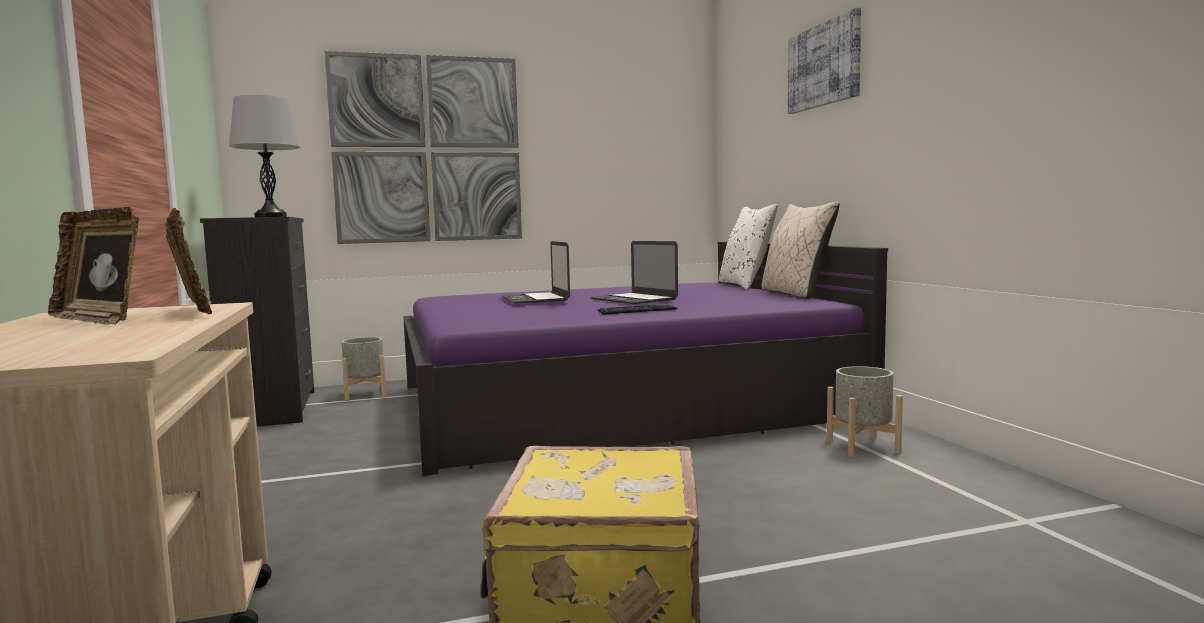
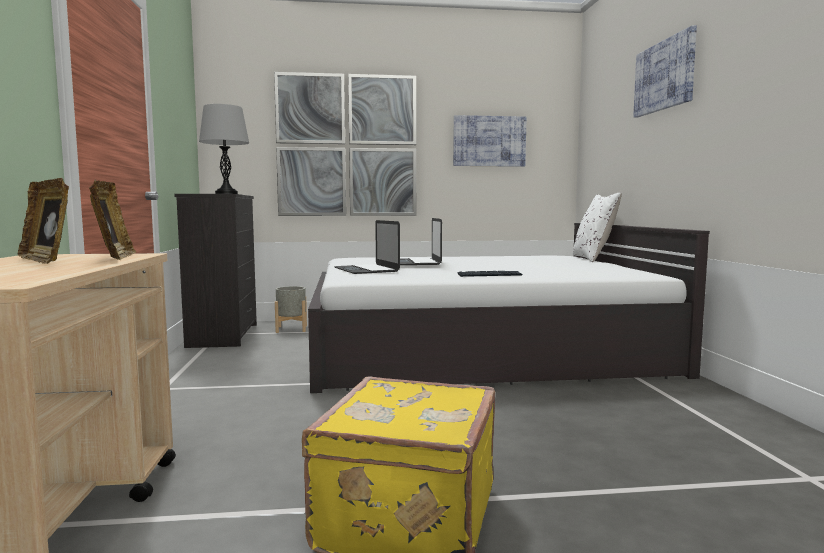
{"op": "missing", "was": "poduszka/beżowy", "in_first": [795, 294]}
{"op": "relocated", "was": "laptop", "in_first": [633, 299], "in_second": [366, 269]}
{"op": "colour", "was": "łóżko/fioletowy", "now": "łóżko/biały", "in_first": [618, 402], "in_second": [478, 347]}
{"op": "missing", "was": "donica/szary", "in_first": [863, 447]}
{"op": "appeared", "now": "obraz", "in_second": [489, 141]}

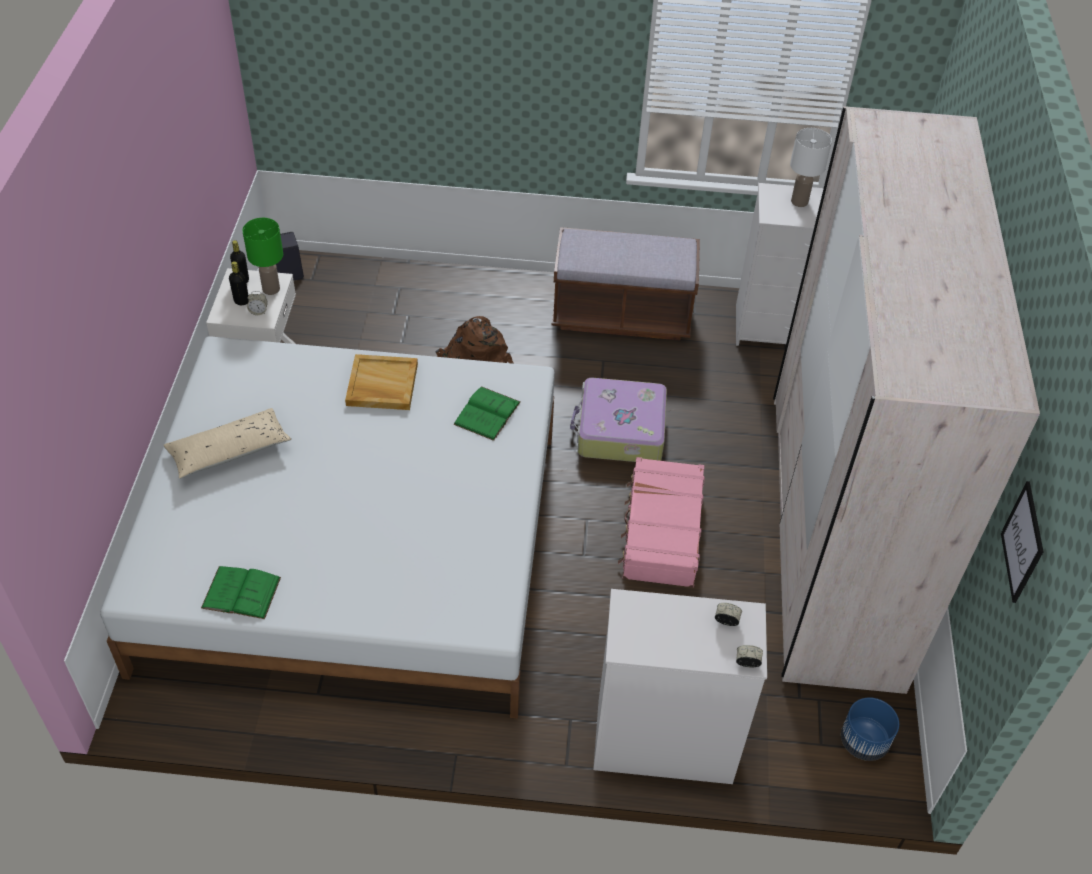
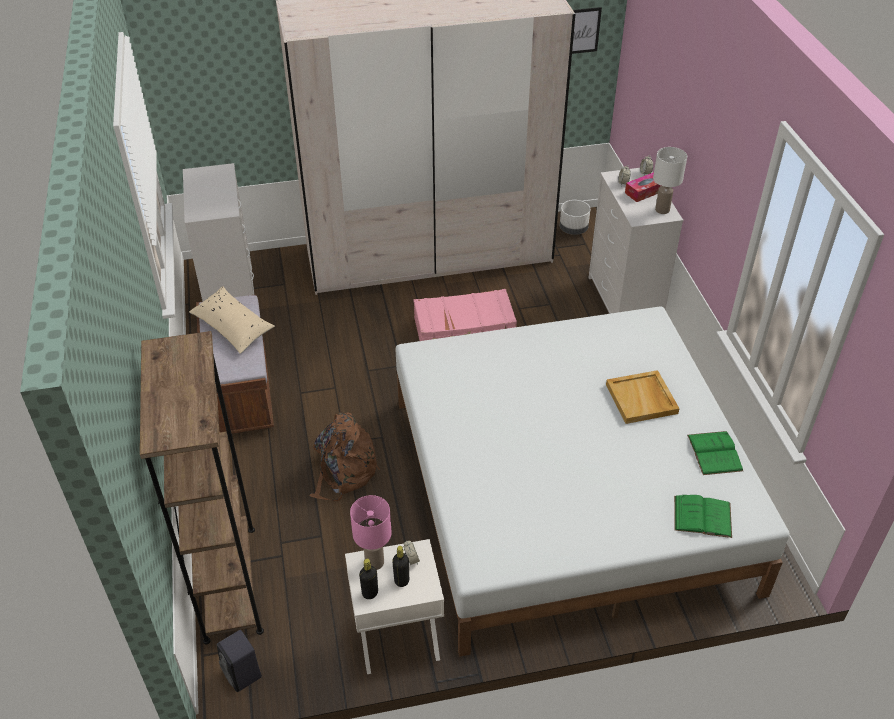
{"op": "relocated", "was": "lampa stołowa/biały", "in_first": [799, 201], "in_second": [662, 210]}
{"op": "colour", "was": "lampa stołowa/zielony", "now": "lampa stołowa/różowy", "in_first": [270, 289], "in_second": [374, 563]}
{"op": "relocated", "was": "taca/beżowy", "in_first": [381, 385], "in_second": [642, 399]}
{"op": "missing", "was": "walizka", "in_first": [619, 431]}
{"op": "relocated", "was": "książka/zielony", "in_first": [487, 413], "in_second": [702, 516]}
{"op": "relocated", "was": "poduszka/beżowy", "in_first": [229, 451], "in_second": [232, 327]}
{"op": "colour", "was": "donica/niebieski", "now": "donica/biały", "in_first": [864, 742], "in_second": [573, 229]}
{"op": "appeared", "now": "pudełko chusteczek", "in_second": [644, 192]}
{"op": "appeared", "now": "regał/brązowy", "in_second": [230, 583]}

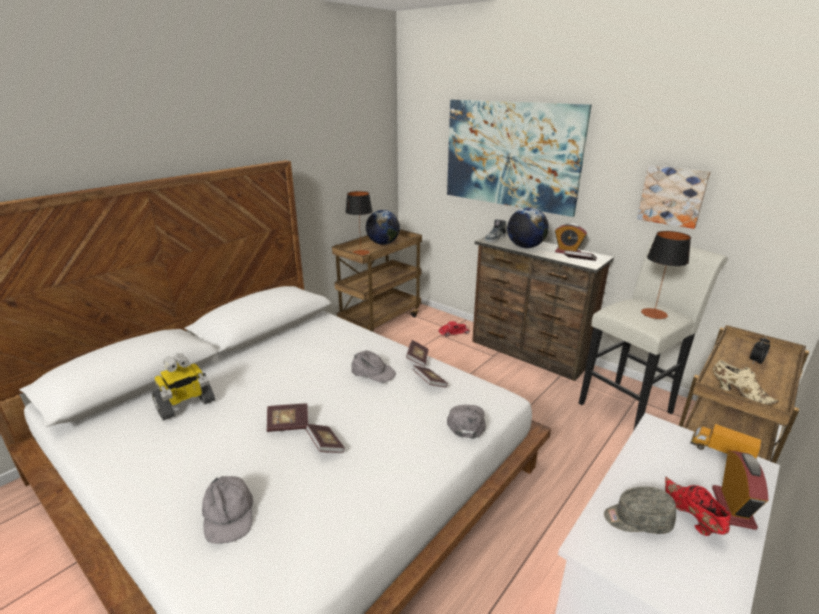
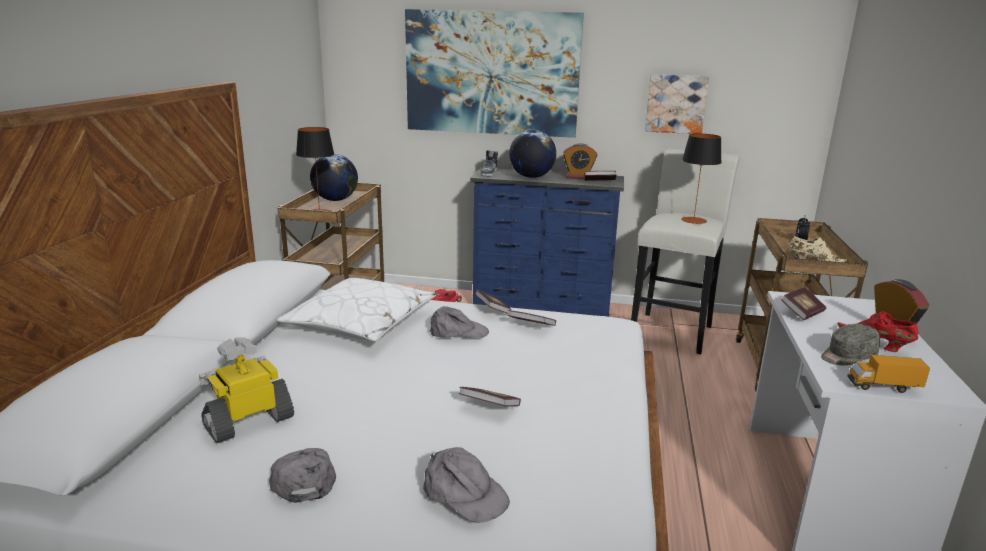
{"op": "colour", "was": "komoda/brązowy", "now": "komoda/niebieski", "in_first": [528, 353], "in_second": [542, 306]}
{"op": "spun", "was": "robot zabawkowy", "in_first": [185, 405], "in_second": [249, 421], "clockwise": -150}
{"op": "relocated", "was": "książka", "in_first": [288, 424], "in_second": [802, 313]}
{"op": "relocated", "was": "czapka z daszkiem/szary", "in_first": [466, 422], "in_second": [302, 477]}
{"op": "relocated", "was": "ciężarówka zabawkowa", "in_first": [720, 452], "in_second": [883, 387]}
{"op": "appeared", "now": "poduszka/biały", "in_second": [361, 323]}

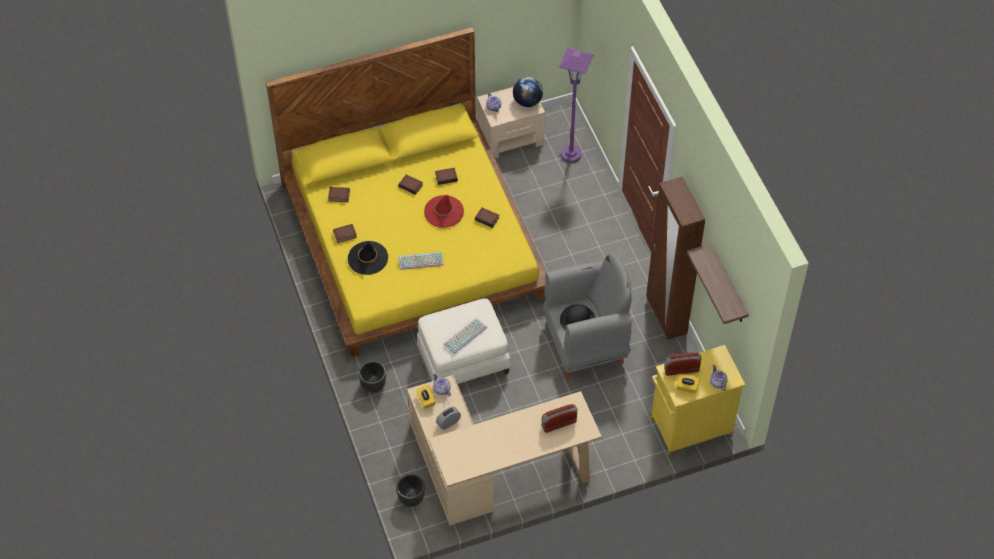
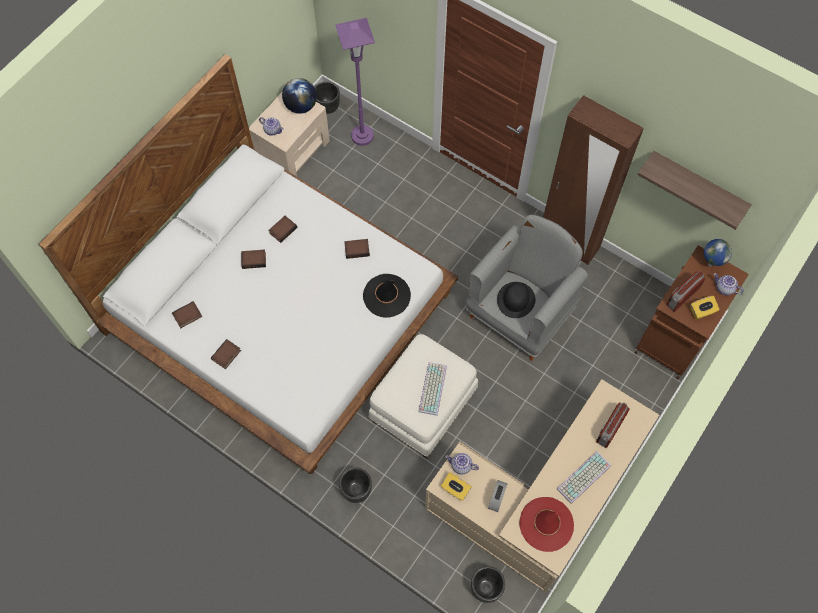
{"op": "colour", "was": "łóżko/żółty", "now": "łóżko/biały", "in_first": [413, 240], "in_second": [280, 311]}
{"op": "relocated", "was": "kapelusz/czerwony", "in_first": [444, 212], "in_second": [546, 524]}
{"op": "relocated", "was": "kapelusz/czarny", "in_first": [368, 258], "in_second": [386, 296]}
{"op": "relocated", "was": "klawiatura", "in_first": [420, 261], "in_second": [584, 478]}
{"op": "colour", "was": "szafka/żółty", "now": "szafka/brązowy", "in_first": [689, 427], "in_second": [673, 338]}
{"op": "appeared", "now": "donica/czarny", "in_second": [327, 107]}
{"op": "appeared", "now": "globus", "in_second": [710, 264]}

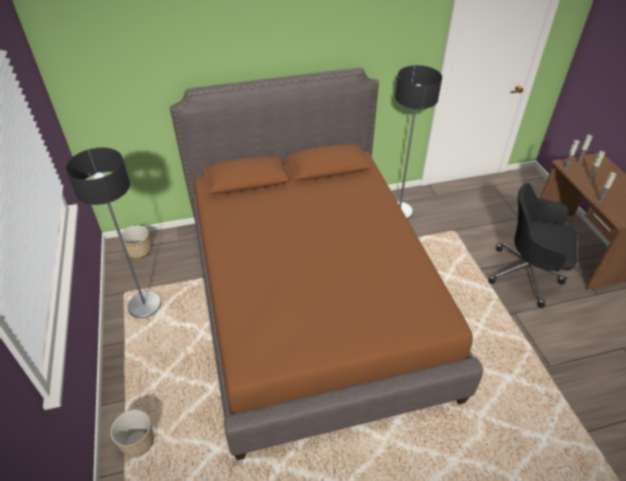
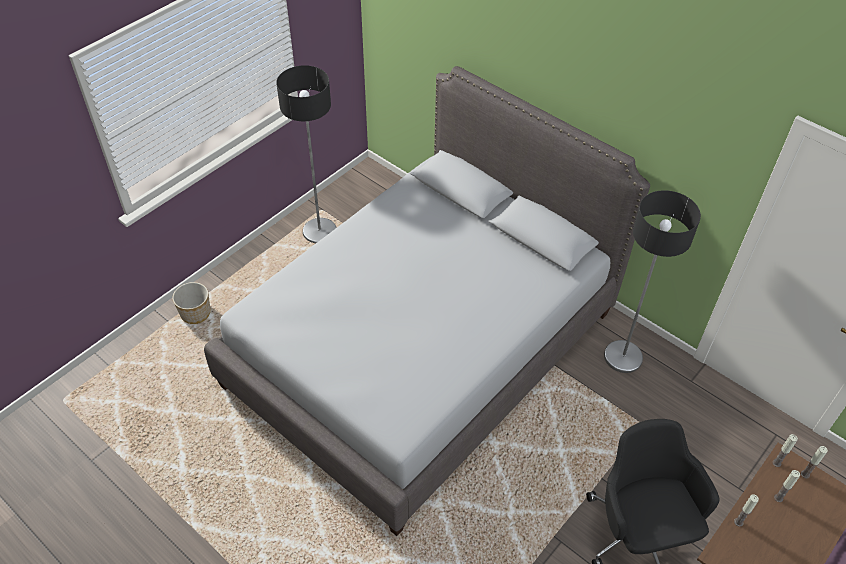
{"op": "colour", "was": "łóżko/brązowy", "now": "łóżko/szary", "in_first": [313, 302], "in_second": [422, 348]}
{"op": "missing", "was": "donica", "in_first": [139, 251]}

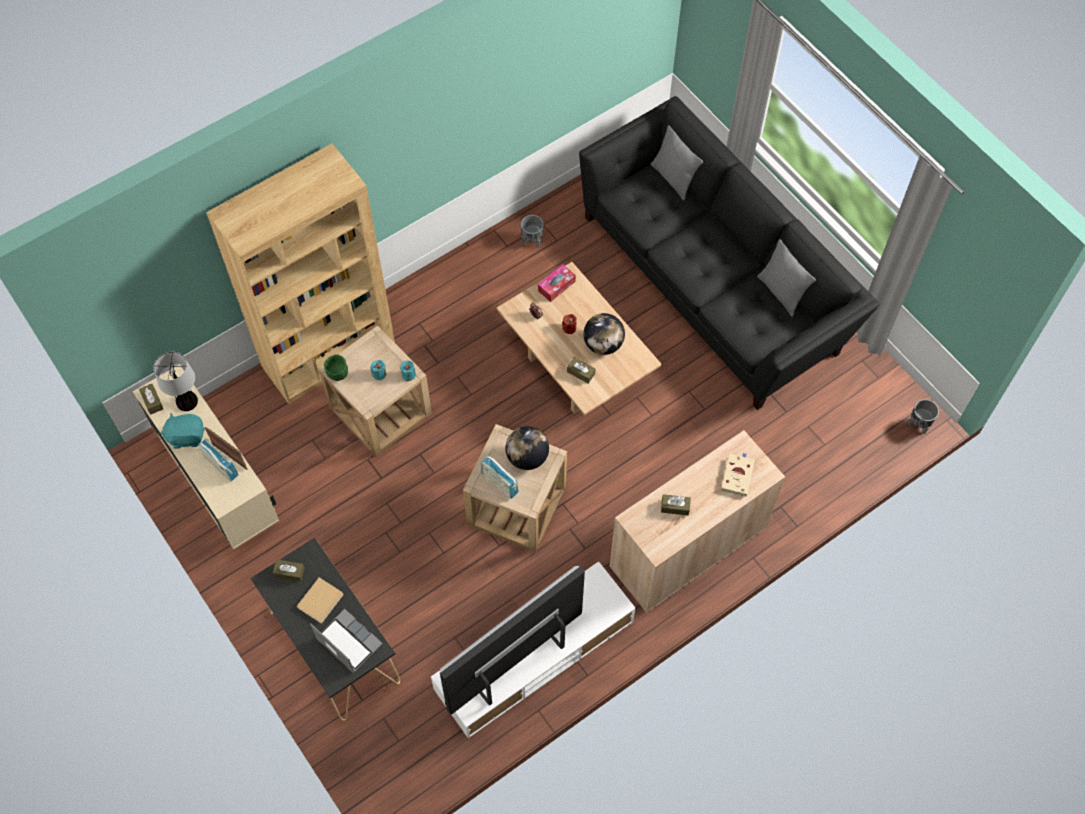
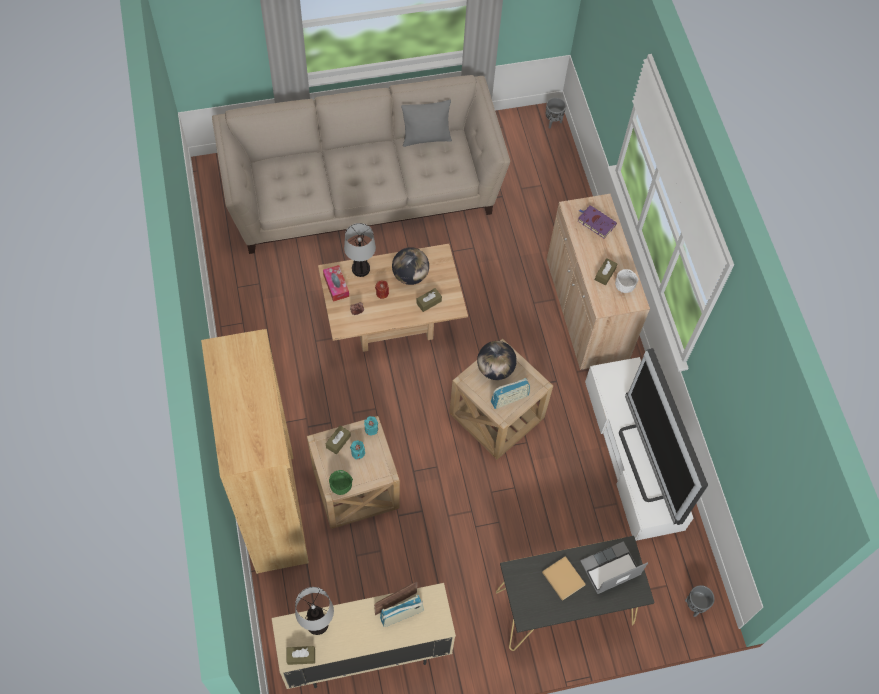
{"op": "colour", "was": "kanapa/czarny", "now": "kanapa/beżowy", "in_first": [714, 281], "in_second": [363, 190]}
{"op": "missing", "was": "poduszka/szary", "in_first": [673, 179]}
{"op": "relocated", "was": "donica/szary", "in_first": [532, 241], "in_second": [694, 605]}
{"op": "missing", "was": "pluszak/turkusowy", "in_first": [186, 436]}
{"op": "colour", "was": "książka/beżowy", "now": "książka/fioletowy", "in_first": [737, 475], "in_second": [595, 222]}
{"op": "relocated", "was": "pudełko chusteczek/brązowy", "in_first": [289, 572], "in_second": [338, 442]}
{"op": "appeared", "now": "lampa stołowa", "in_second": [361, 269]}
{"op": "appeared", "now": "miska/biały", "in_second": [623, 287]}

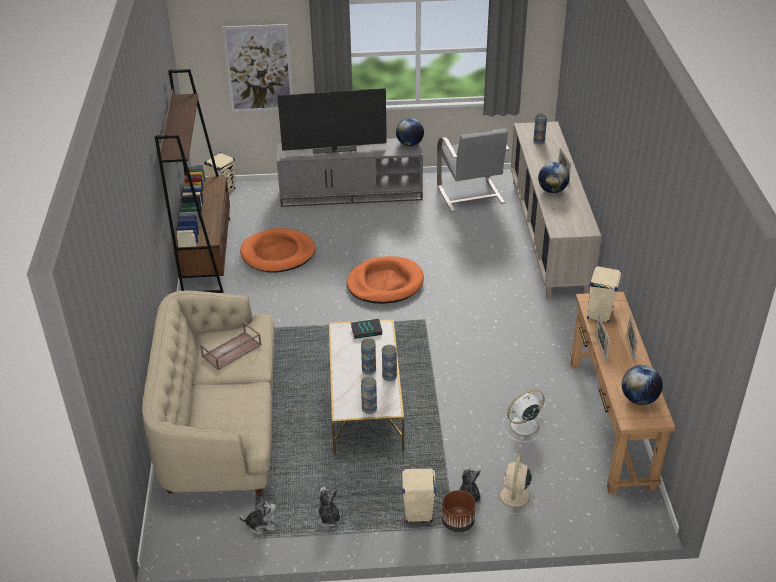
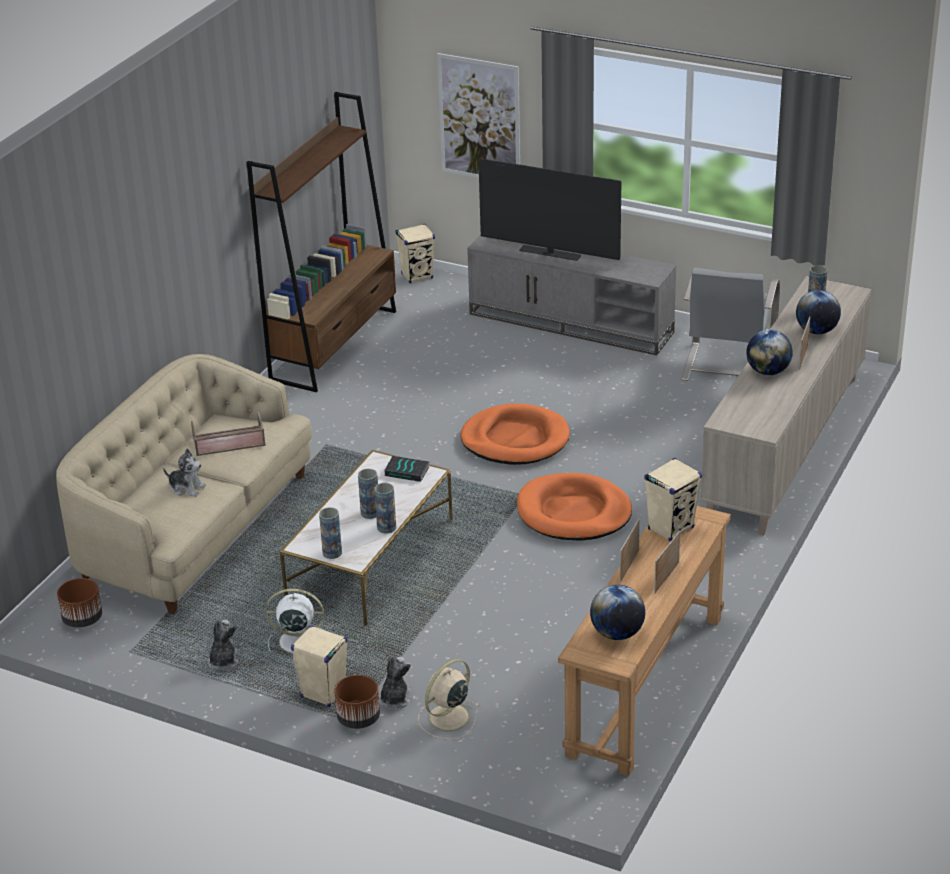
{"op": "relocated", "was": "globus", "in_first": [410, 144], "in_second": [816, 331]}
{"op": "relocated", "was": "legowisko/pomarańczowy", "in_first": [278, 254], "in_second": [573, 512]}
{"op": "relocated", "was": "wentylator/biały", "in_first": [522, 426], "in_second": [295, 641]}
{"op": "relocated", "was": "pluszak", "in_first": [261, 524], "in_second": [186, 488]}
{"op": "appeared", "now": "donica/brązowy", "in_second": [82, 619]}

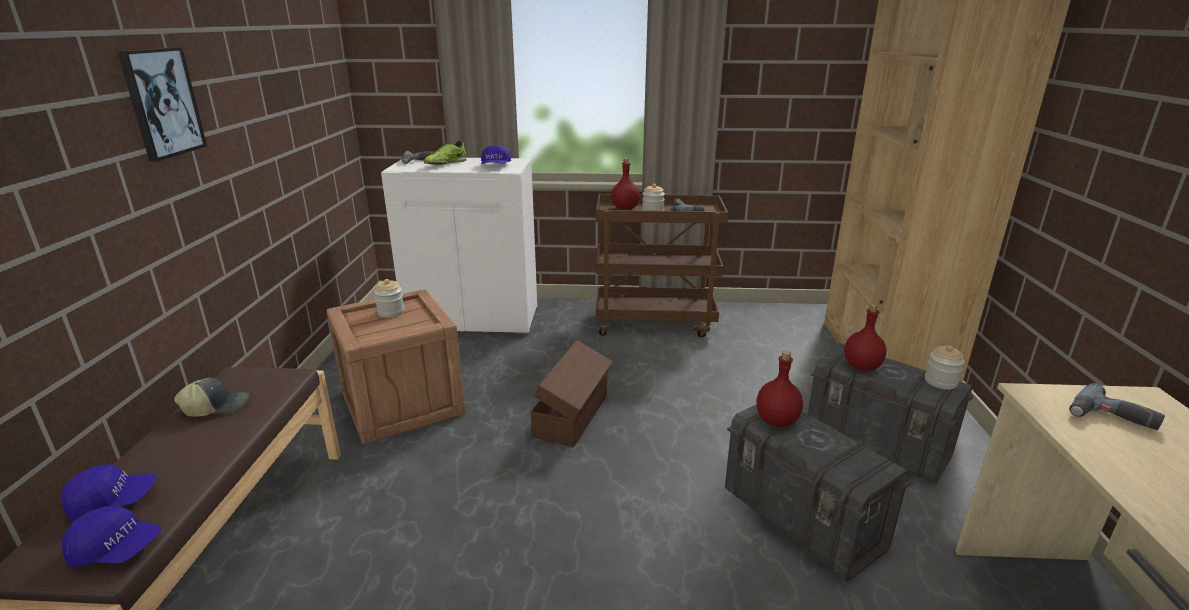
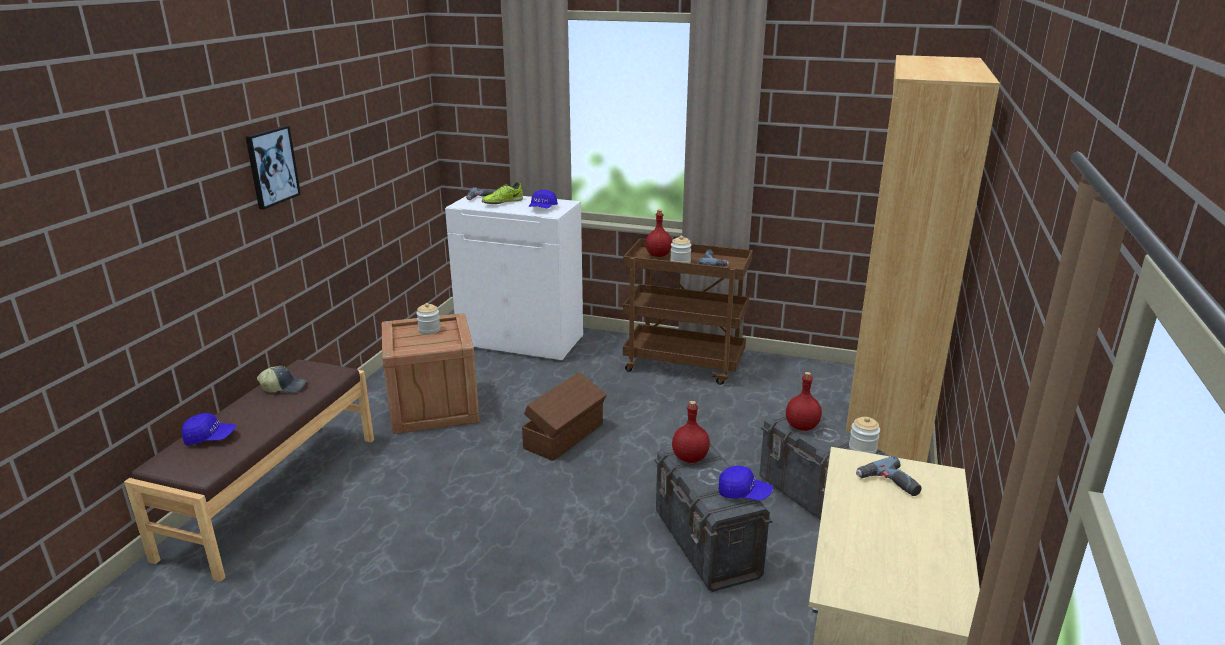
{"op": "relocated", "was": "czapka z daszkiem/niebieski", "in_first": [117, 549], "in_second": [744, 493]}

